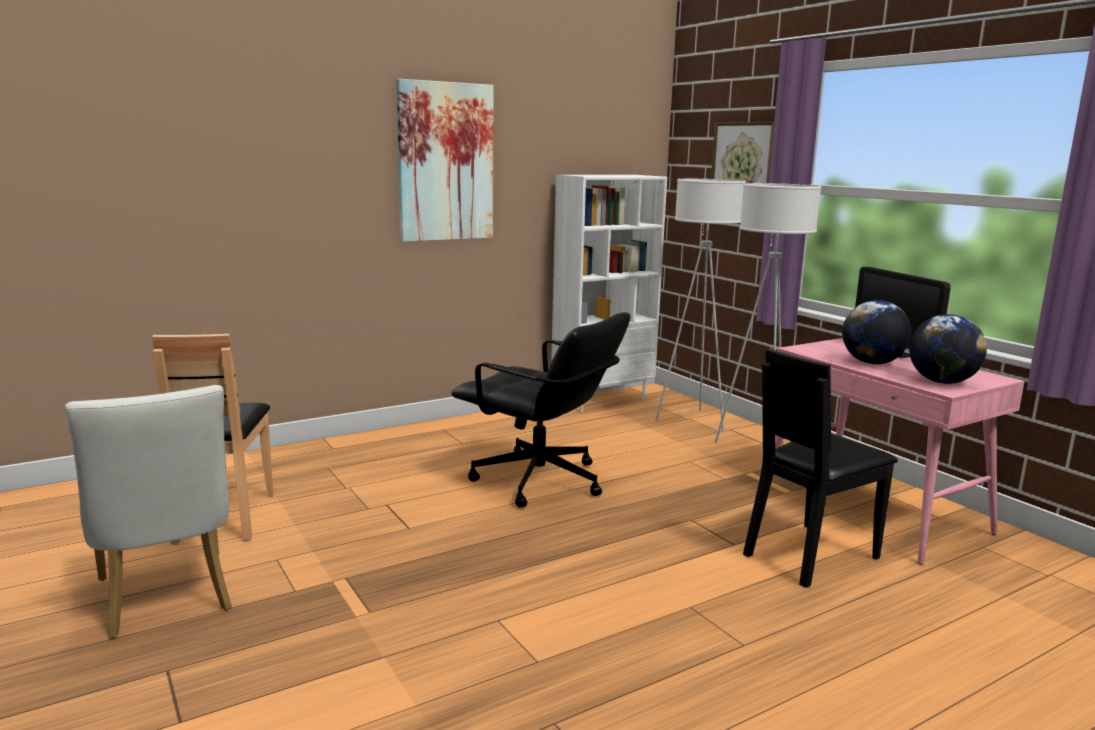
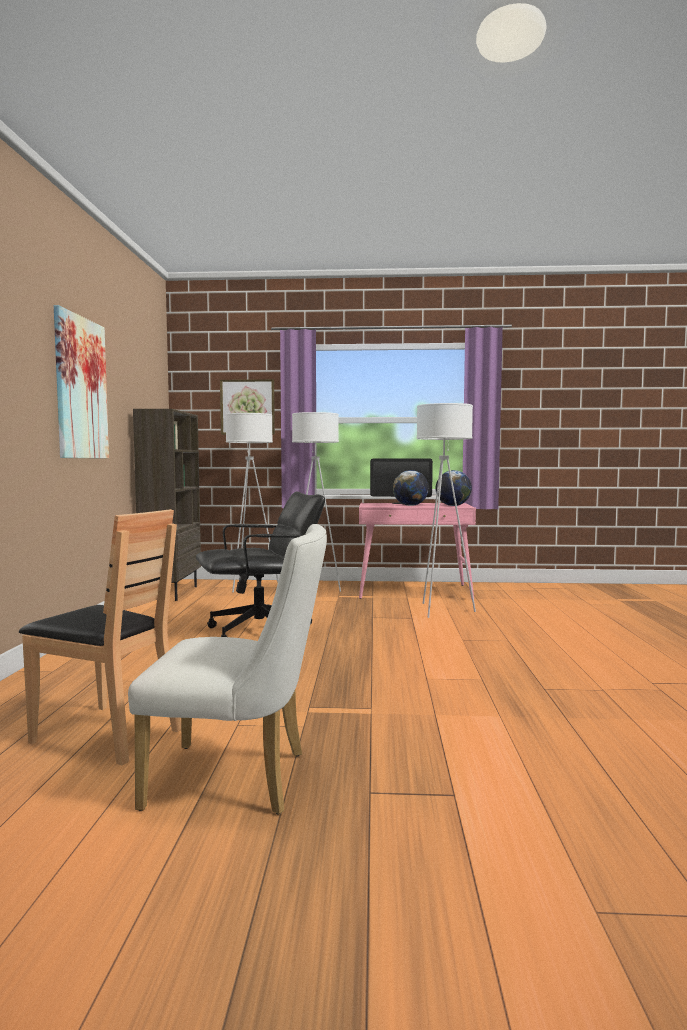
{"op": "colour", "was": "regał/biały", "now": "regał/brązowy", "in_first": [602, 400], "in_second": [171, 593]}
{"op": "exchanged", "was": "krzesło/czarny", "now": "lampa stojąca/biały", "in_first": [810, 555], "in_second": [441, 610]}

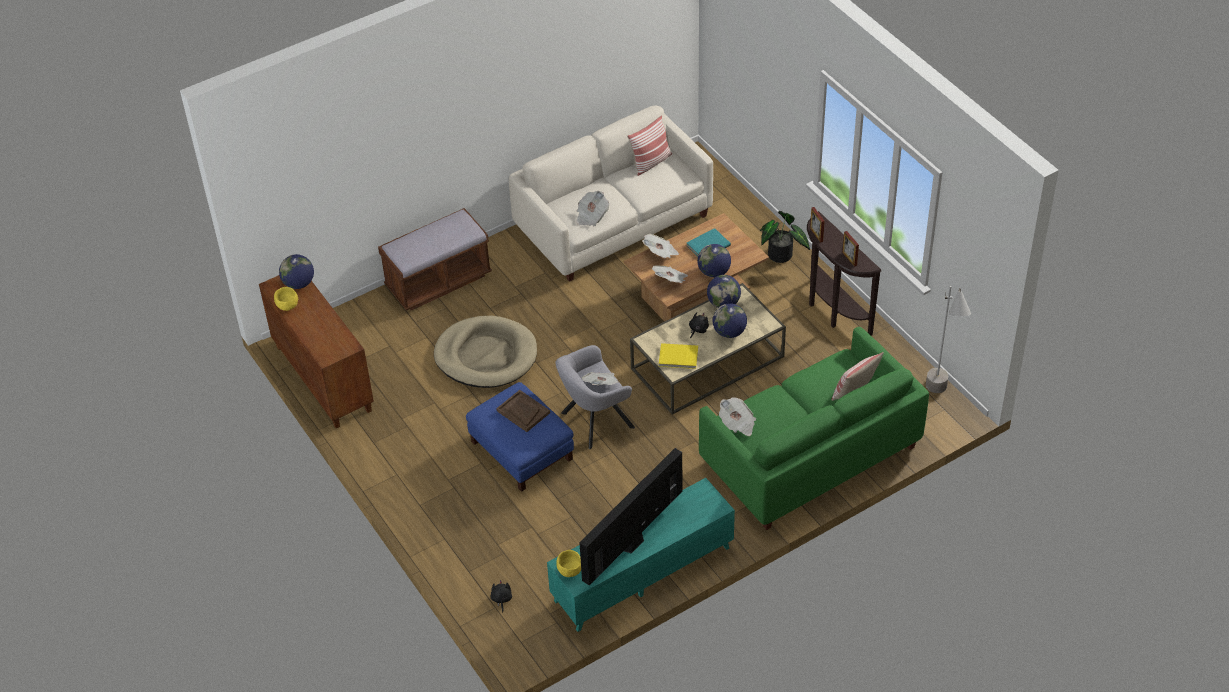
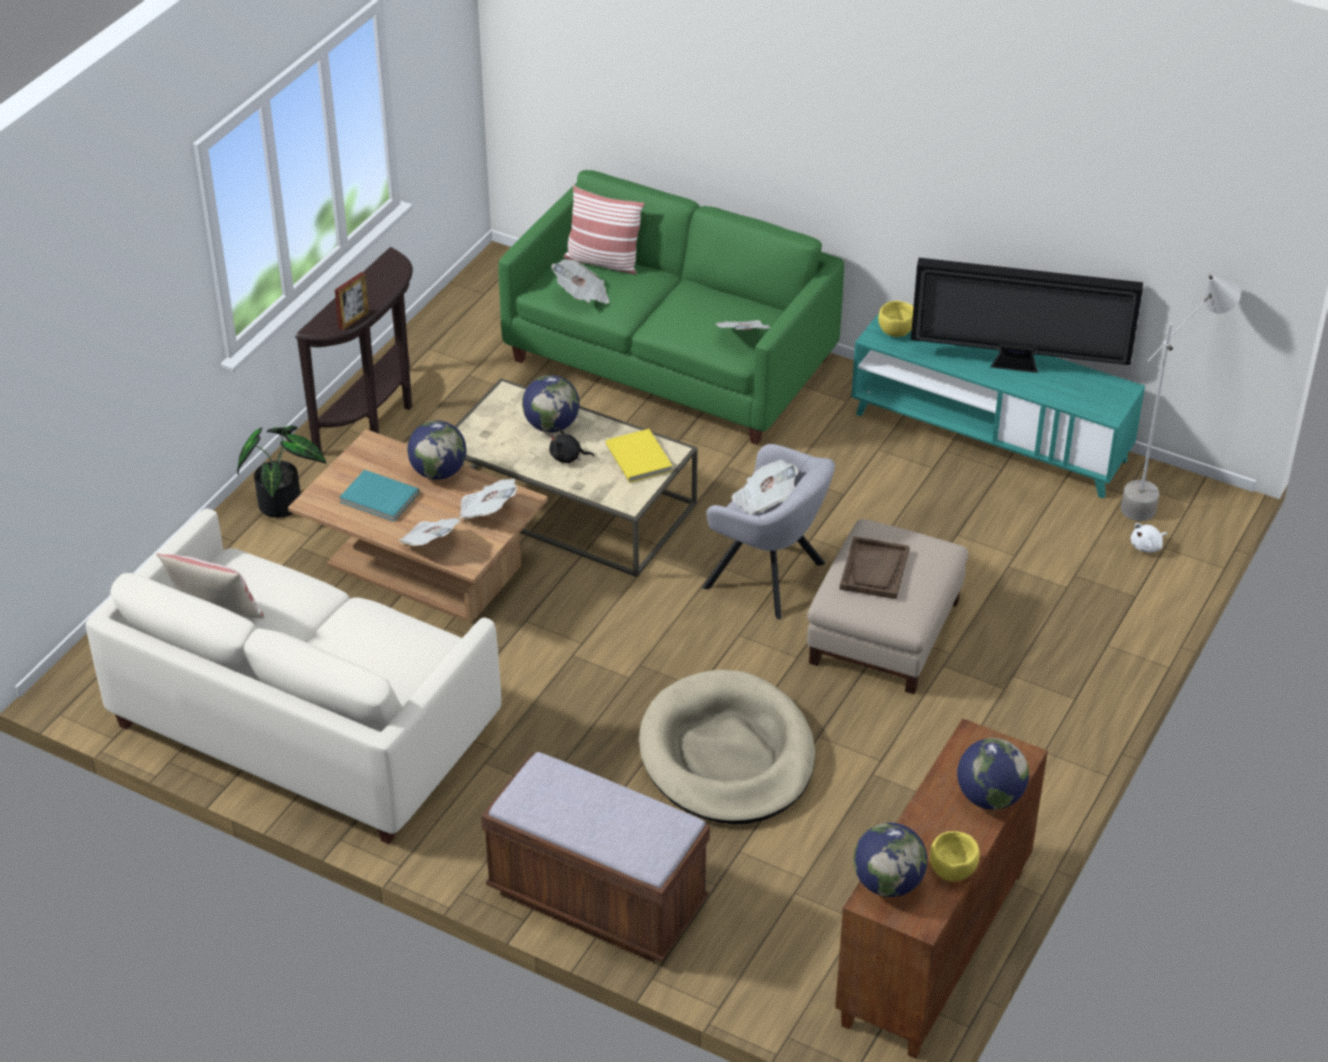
{"op": "relocated", "was": "gazeta", "in_first": [591, 216], "in_second": [582, 295]}
{"op": "missing", "was": "ramka na zdjęcie", "in_first": [849, 259]}
{"op": "relocated", "was": "globus", "in_first": [723, 303], "in_second": [989, 797]}
{"op": "relocated", "was": "lampa stojąca/szary", "in_first": [940, 398], "in_second": [1160, 498]}
{"op": "colour", "was": "pufa/niebieski", "now": "pufa/beżowy", "in_first": [521, 450], "in_second": [885, 632]}
{"op": "relocated", "was": "miska/żółty", "in_first": [569, 570], "in_second": [896, 332]}
{"op": "colour", "was": "pluszak/czarny", "now": "pluszak/biały", "in_first": [501, 599], "in_second": [1147, 546]}

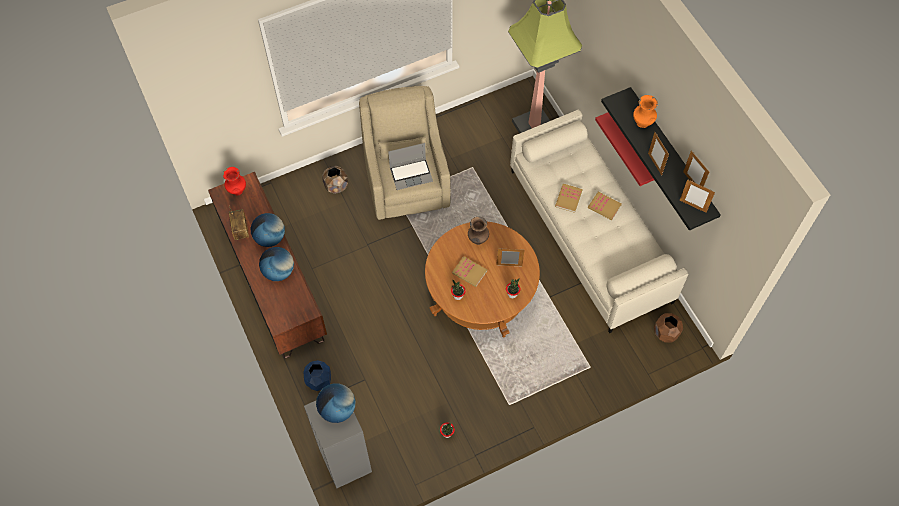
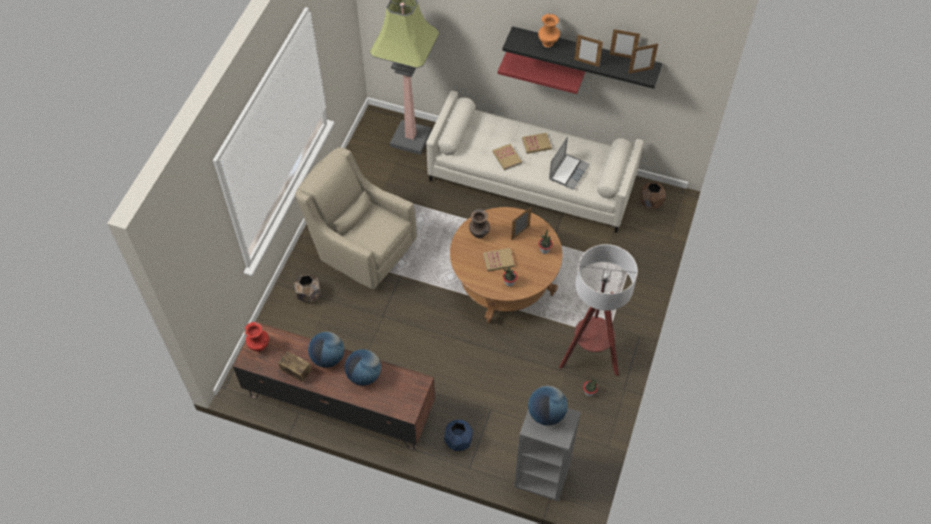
{"op": "relocated", "was": "laptop", "in_first": [411, 174], "in_second": [568, 171]}
{"op": "appeared", "now": "lampa stojąca", "in_second": [589, 356]}

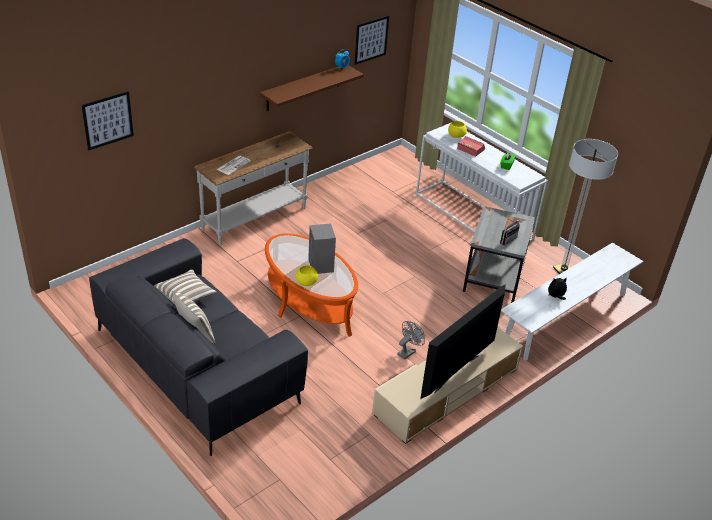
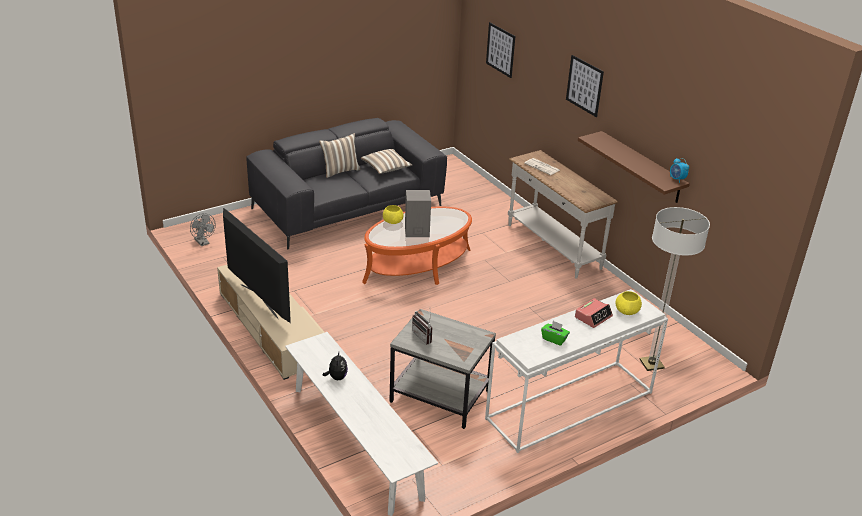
{"op": "relocated", "was": "obraz", "in_first": [371, 40], "in_second": [584, 85]}
{"op": "relocated", "was": "lampa stojąca", "in_first": [563, 270], "in_second": [651, 364]}
{"op": "relocated", "was": "wentylator/szary", "in_first": [408, 351], "in_second": [203, 243]}

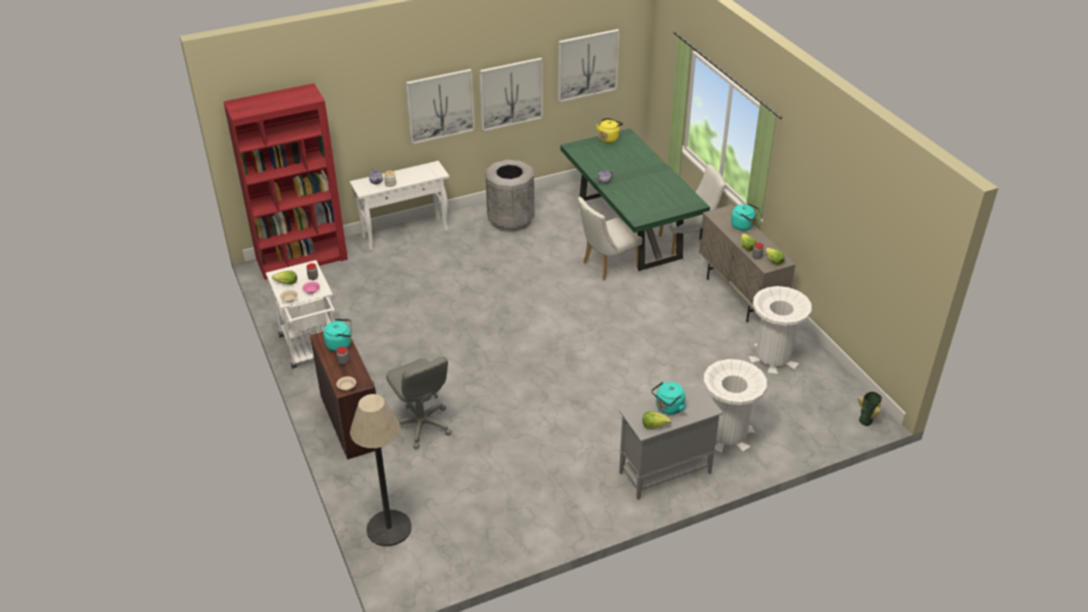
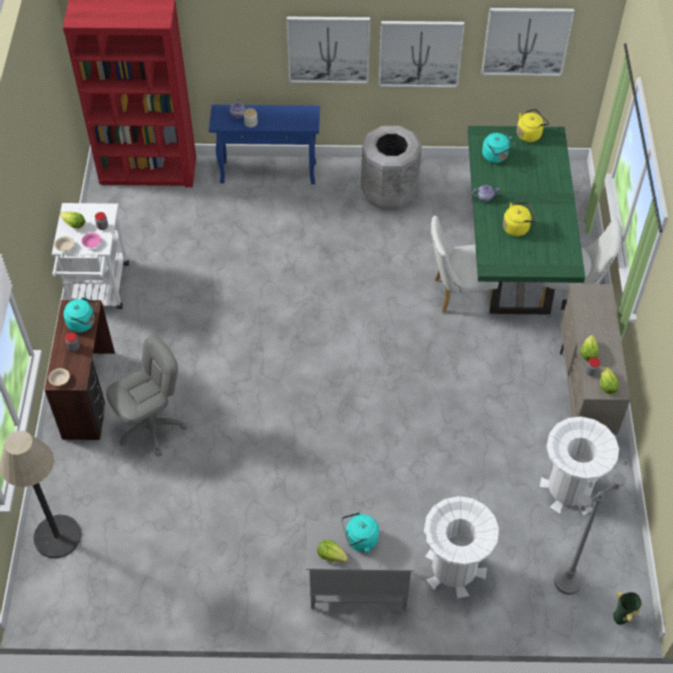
{"op": "colour", "was": "stolik konsolowy/biały", "now": "stolik konsolowy/niebieski", "in_first": [405, 233], "in_second": [269, 172]}
{"op": "relocated", "was": "czajnik/turkusowy", "in_first": [743, 226], "in_second": [496, 157]}
{"op": "spun", "was": "krzesło biurowe/szary", "in_first": [421, 425], "in_second": [151, 427], "clockwise": -120}
{"op": "appeared", "now": "czajnik/żółty", "in_second": [517, 227]}
{"op": "appeared", "now": "lampa stojąca/szary", "in_second": [567, 582]}

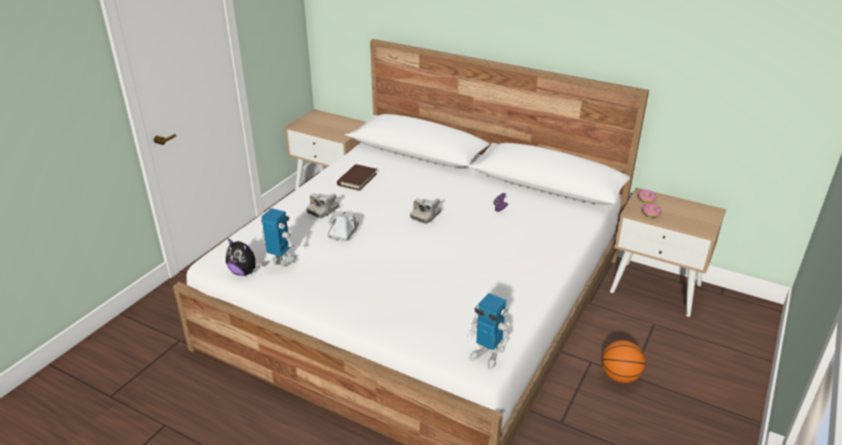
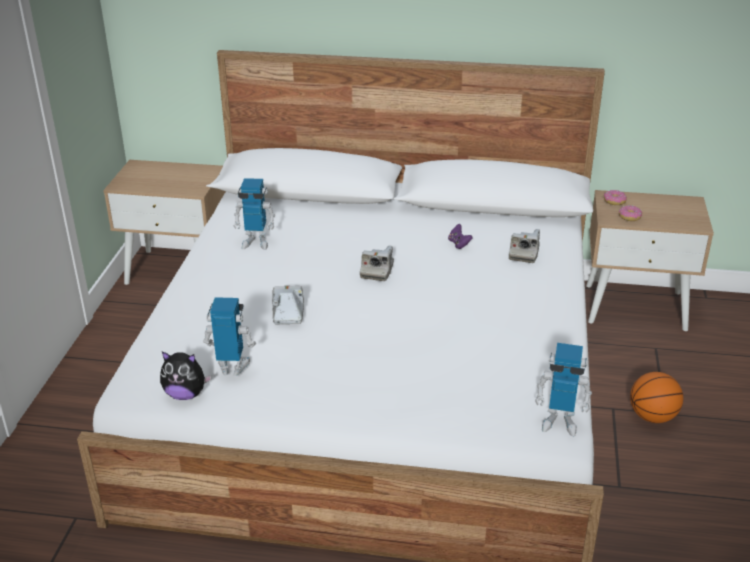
{"op": "exchanged", "was": "książka/brązowy", "now": "robot zabawkowy", "in_first": [357, 179], "in_second": [256, 242]}
{"op": "relocated", "was": "aparat fotograficzny", "in_first": [323, 210], "in_second": [524, 253]}

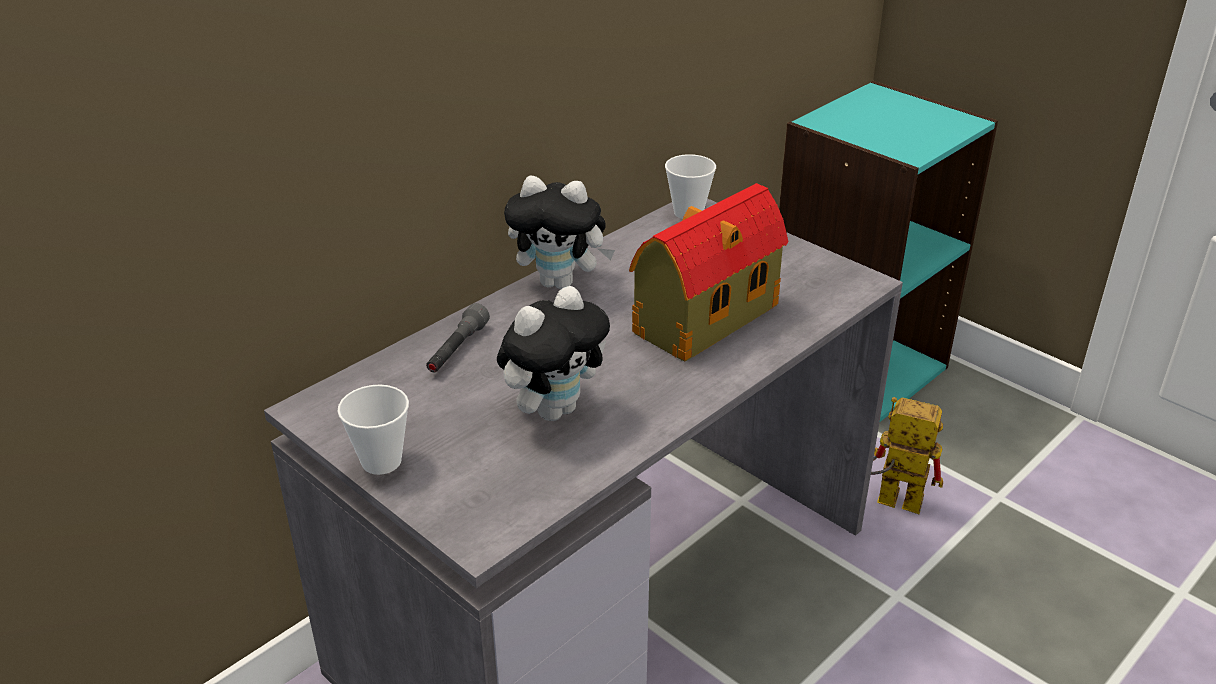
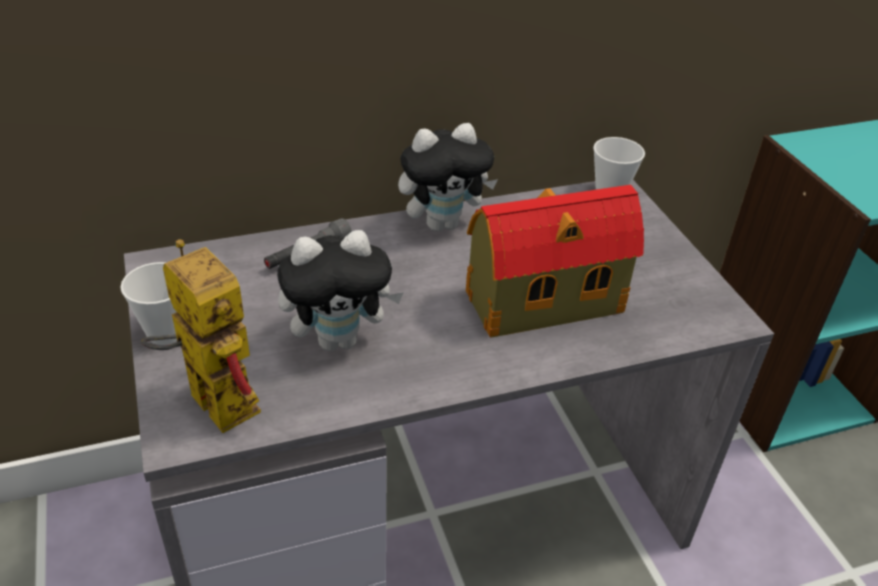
{"op": "spun", "was": "pluszak", "in_first": [561, 283], "in_second": [443, 223], "clockwise": -60}
{"op": "relocated", "was": "robot zabawkowy", "in_first": [888, 500], "in_second": [210, 398]}

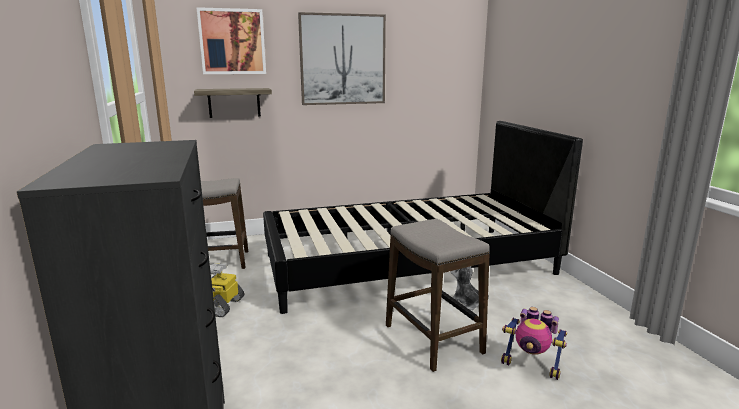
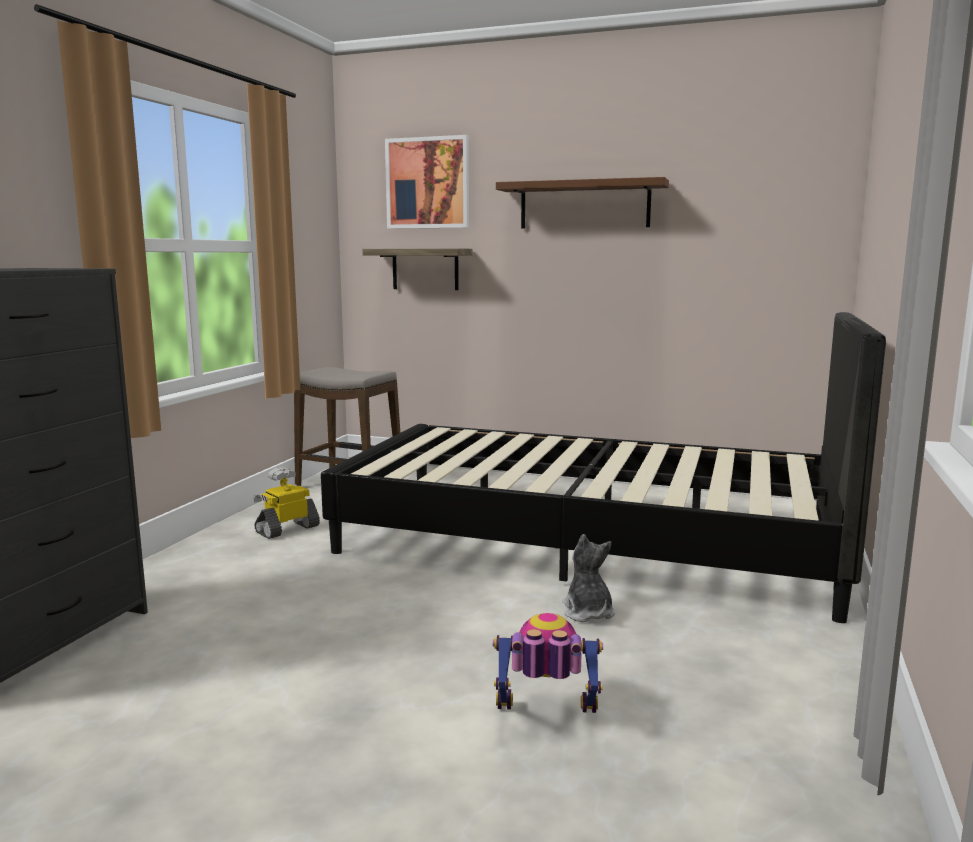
{"op": "exchanged", "was": "obraz", "now": "półka/brązowy", "in_first": [343, 60], "in_second": [584, 205]}
{"op": "missing", "was": "stołek", "in_first": [433, 339]}
{"op": "spun", "was": "robot zabawkowy", "in_first": [531, 366], "in_second": [546, 717], "clockwise": 120}

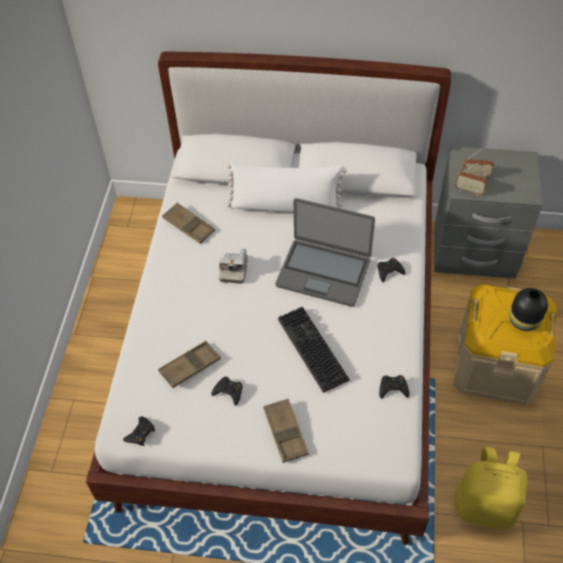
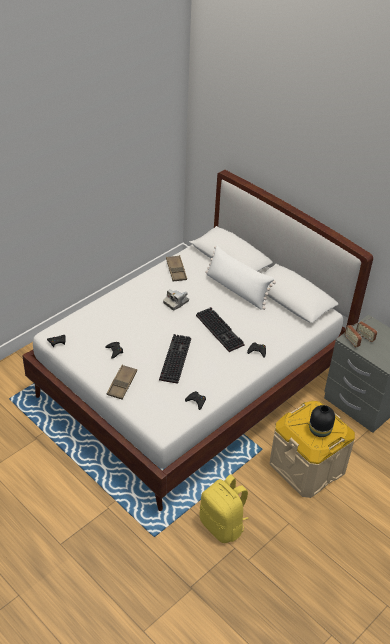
{"op": "exchanged", "was": "laptop", "now": "klawiatura", "in_first": [323, 272], "in_second": [221, 330]}
{"op": "missing", "was": "taca/brązowy", "in_first": [190, 366]}

